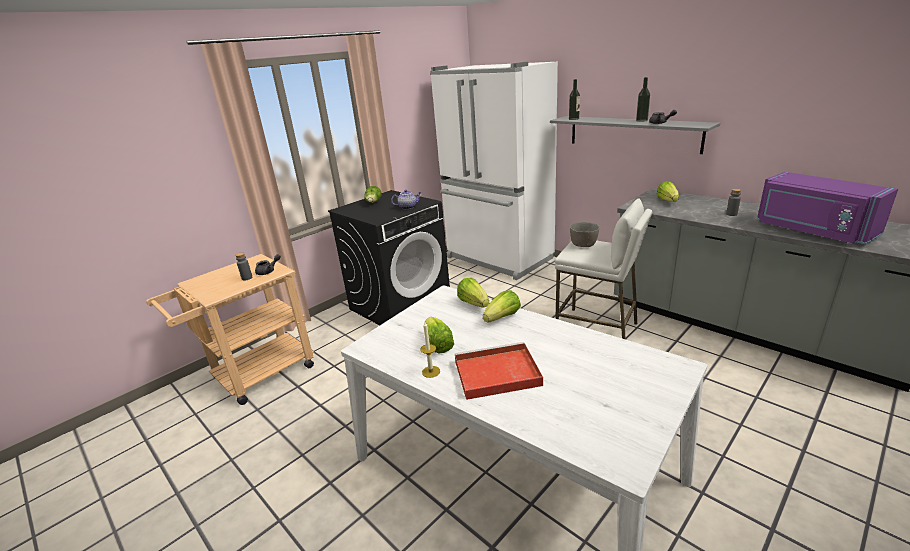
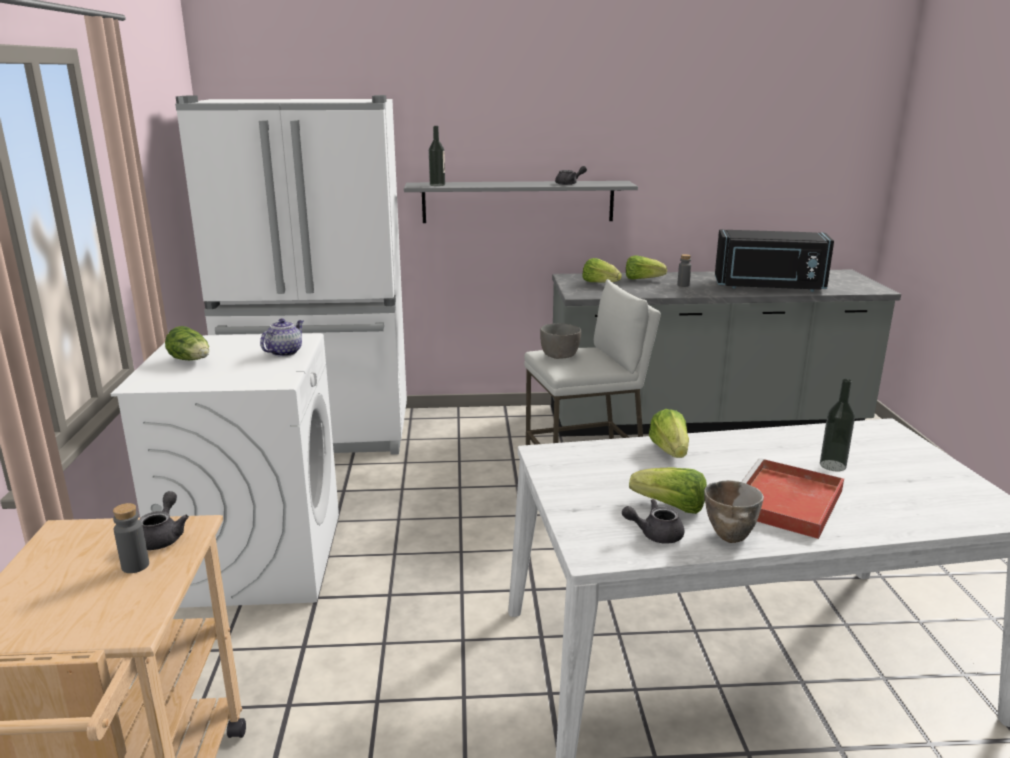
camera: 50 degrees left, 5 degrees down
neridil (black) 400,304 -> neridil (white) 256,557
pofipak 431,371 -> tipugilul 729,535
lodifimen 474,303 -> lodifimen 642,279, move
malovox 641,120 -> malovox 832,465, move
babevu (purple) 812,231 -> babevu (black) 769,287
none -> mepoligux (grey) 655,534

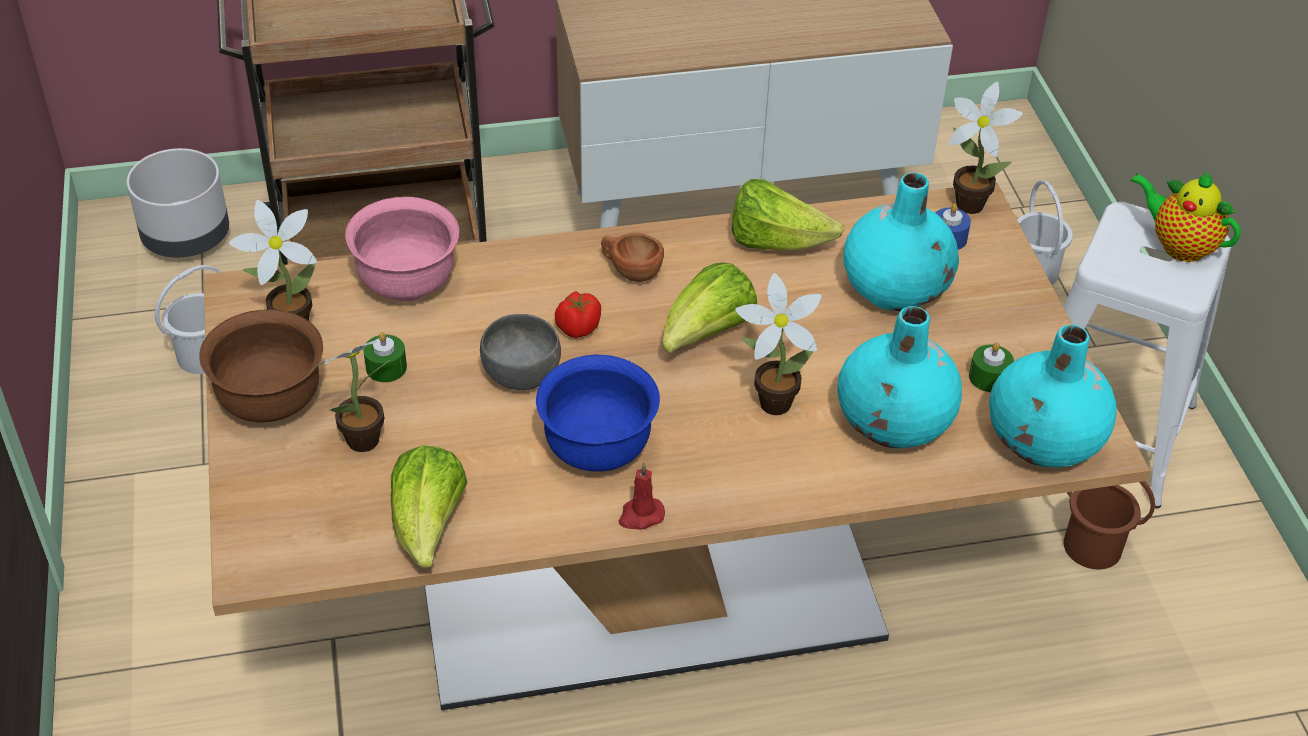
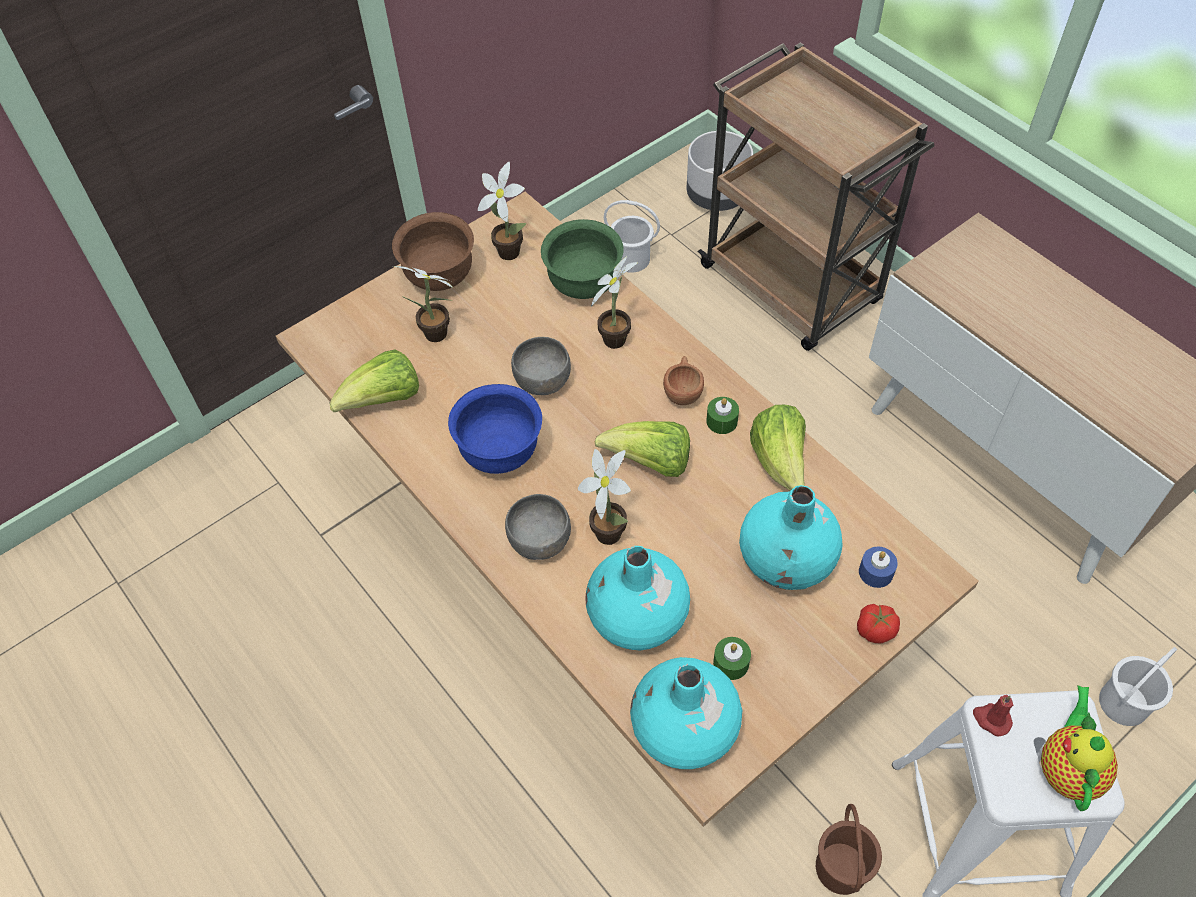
camera: 65 degrees right, 10 degrees up
tipugilul (pink) 407,284 -> tipugilul (green) 583,285
pofipak (green) 386,367 -> pofipak (green) 722,421, move
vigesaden 578,328 -> vigesaden 874,630, move
pofipak (red) 640,515 -> pofipak (red) 991,719, move
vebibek 966,202 -> vebibek 617,337, move
none -> tipugilul (grey) 540,541

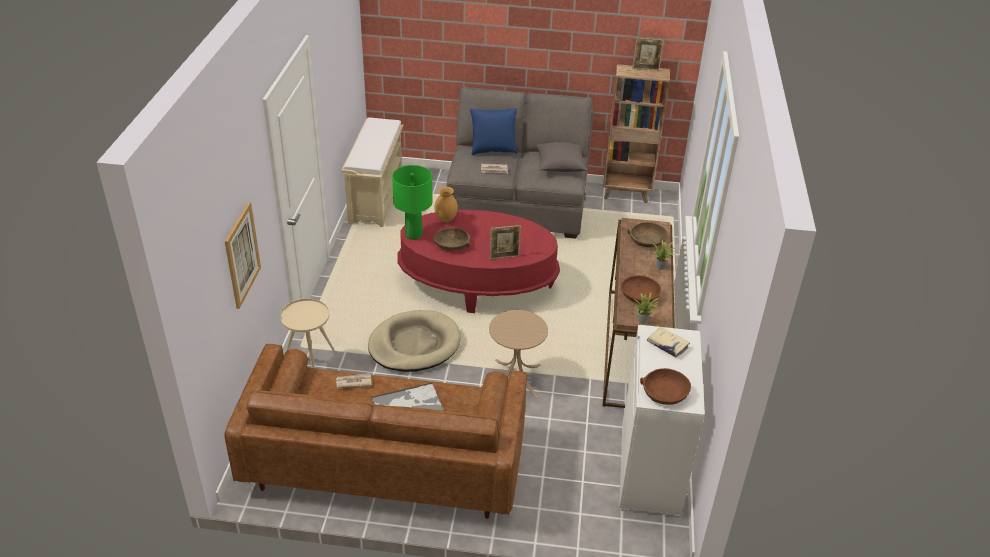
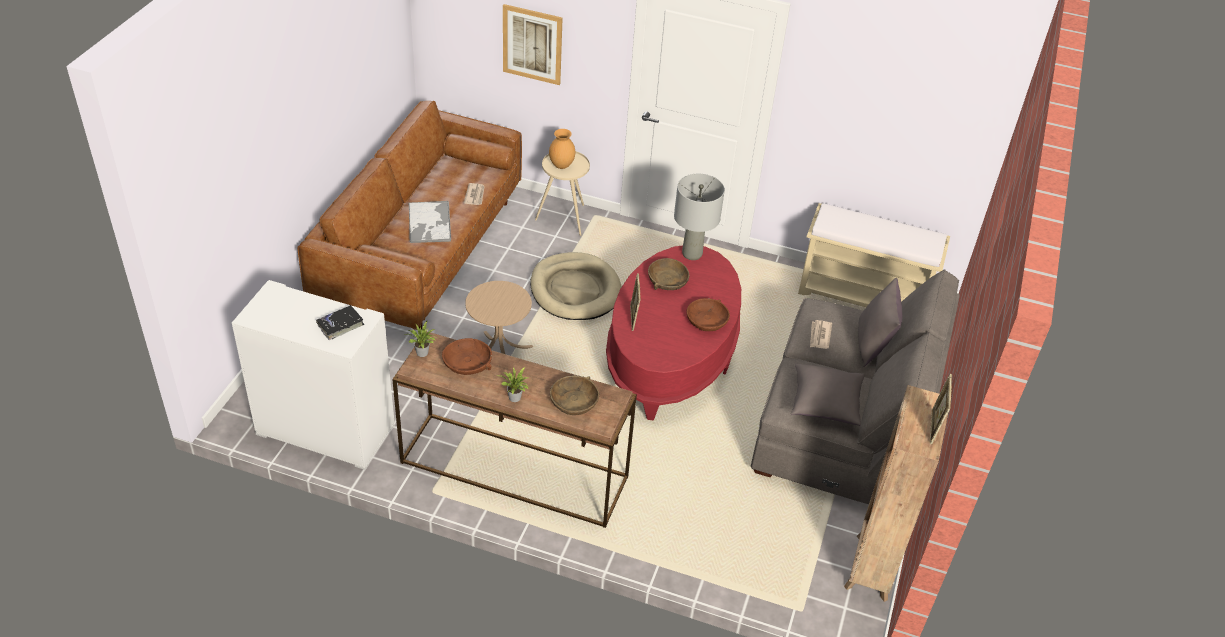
camera: 100 degrees right, 5 degrees up
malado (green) 414,235 -> malado (grey) 691,254
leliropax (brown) 445,219 -> leliropax (brown) 562,165, move
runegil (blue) 493,150 -> runegil (grey) 873,345
tipugilul (brown) 664,393 -> tipugilul (brown) 707,320, move
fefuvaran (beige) 667,345 -> fefuvaran (black) 340,325

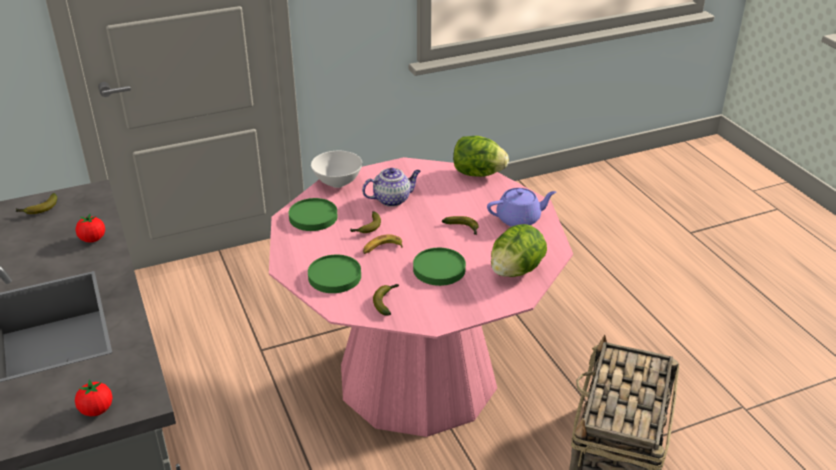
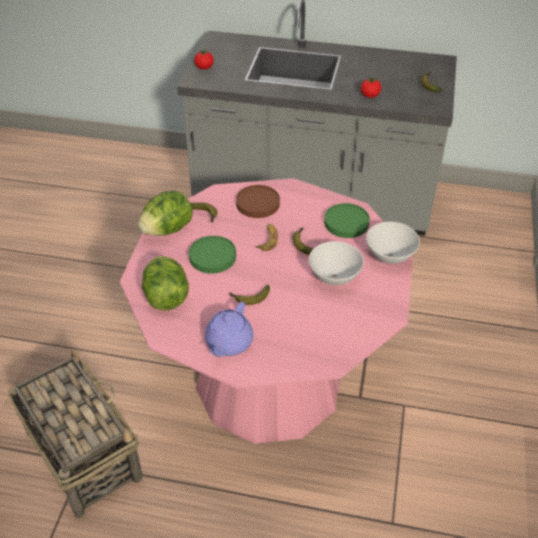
camera: 125 degrees right, 10 degrees up
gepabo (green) 335,276 -> gepabo (brown) 258,204
mepoligux 392,199 -> tipugilul (white) 334,278
lodifimen 478,174 -> lodifimen 167,229, move

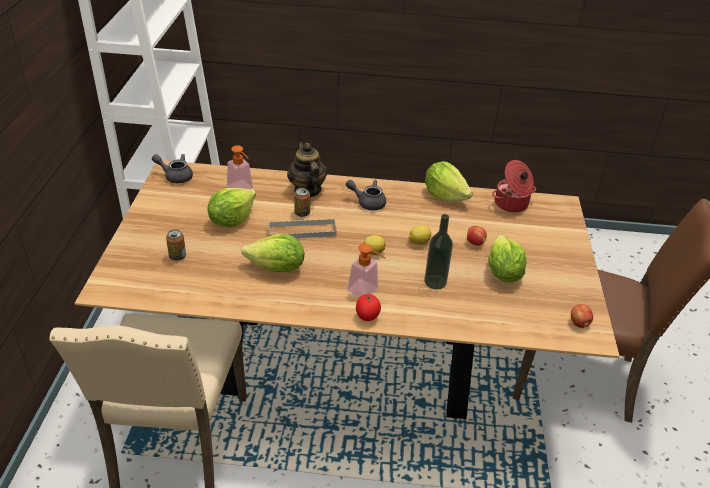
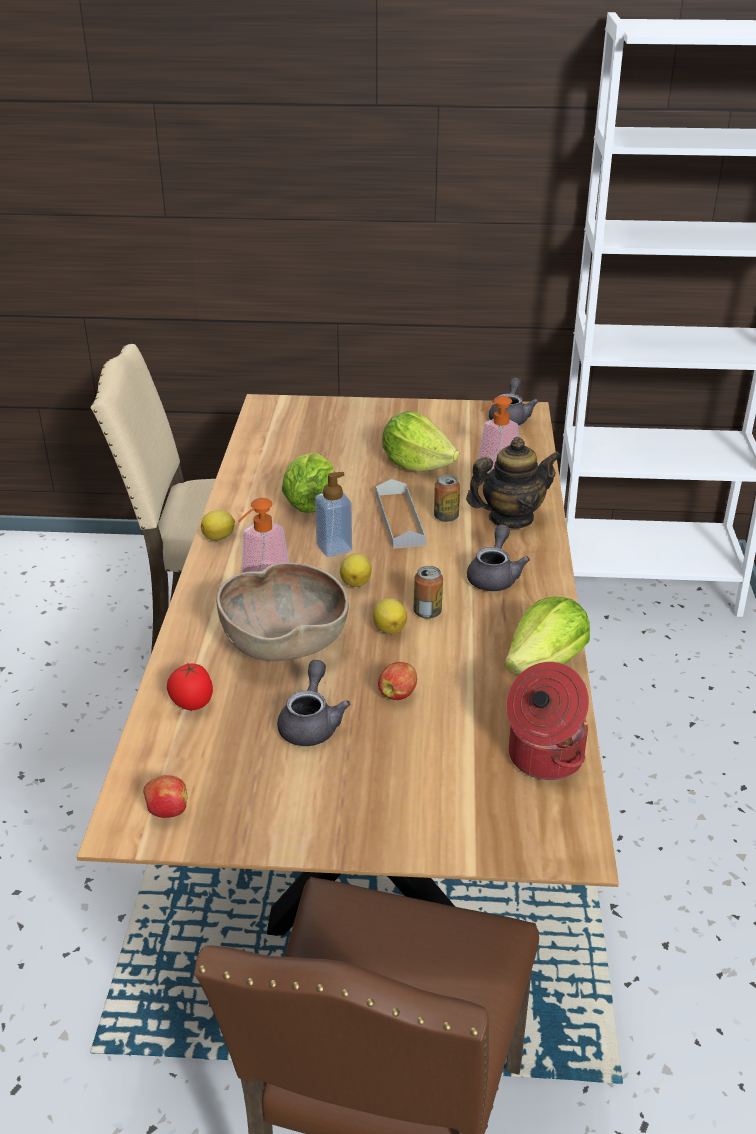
camera: 90 degrees right, 5 degrees down
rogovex 177,256 -> rogovex 427,612, move
vigesaden 367,317 -> vigesaden 192,704, move
malovox 435,282 -> tipugilul (brown) 284,643
lodifimen 502,273 -> mepoligux (grey) 311,723
none -> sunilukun 219,537
none -> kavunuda 334,548

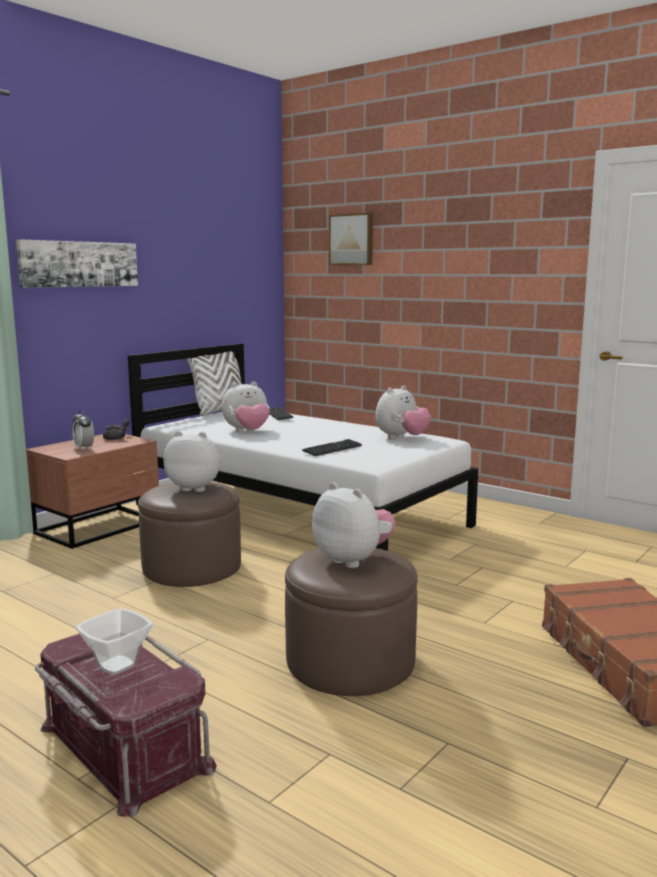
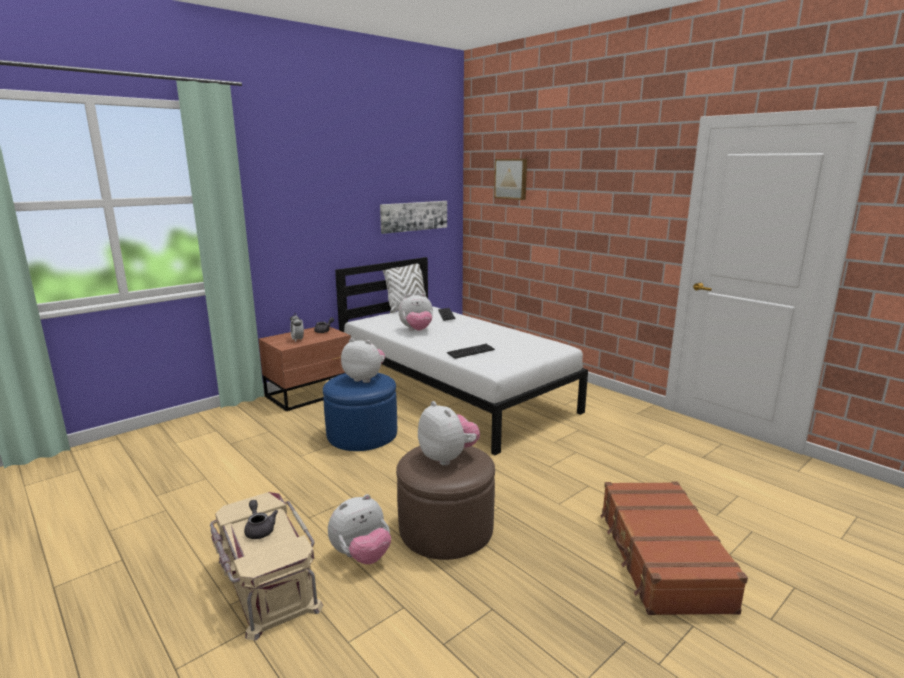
camera: 10 degrees right, 5 degrees up
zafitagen 79,264 -> zafitagen 414,216, move
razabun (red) 122,748 -> razabun (beige) 266,583
tipugilul 115,665 -> mepoligux (grey) 259,529
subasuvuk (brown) 192,567 -> subasuvuk (blue) 362,434
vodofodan 401,438 -> vodofodan 361,556, move

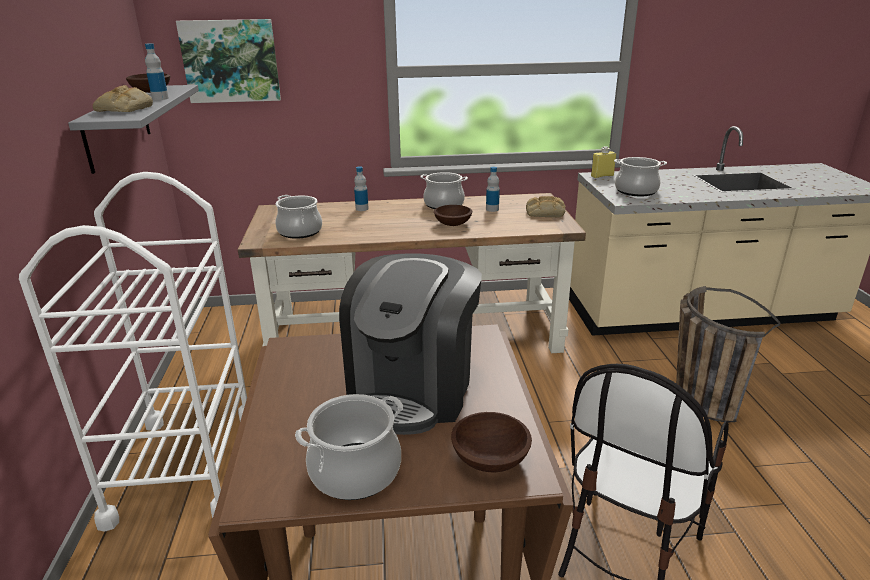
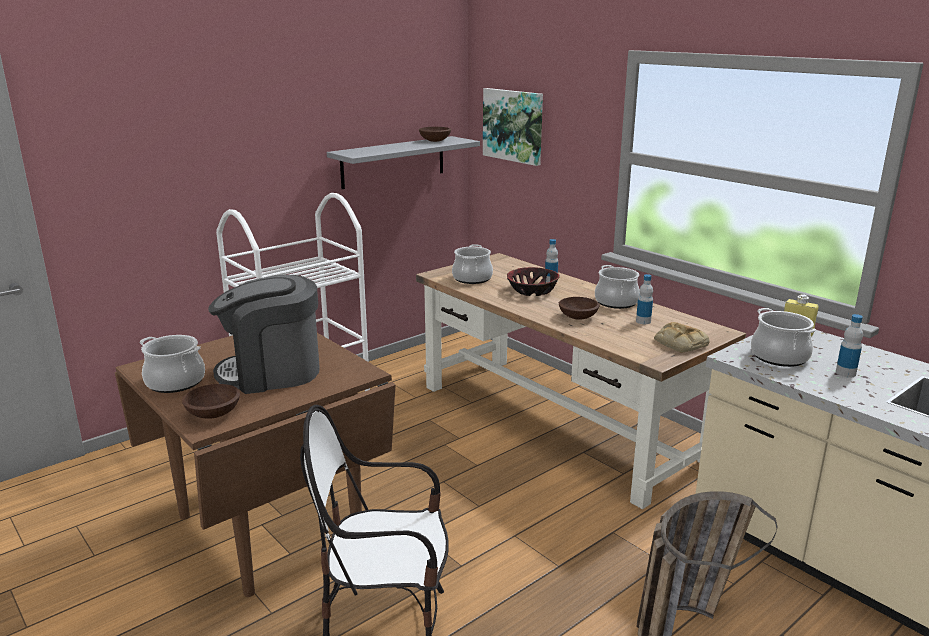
camera: 55 degrees right, 5 degrees down
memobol 125,109 -> none
malovox 160,98 -> malovox 845,373, move
none -> tipugilul 532,291

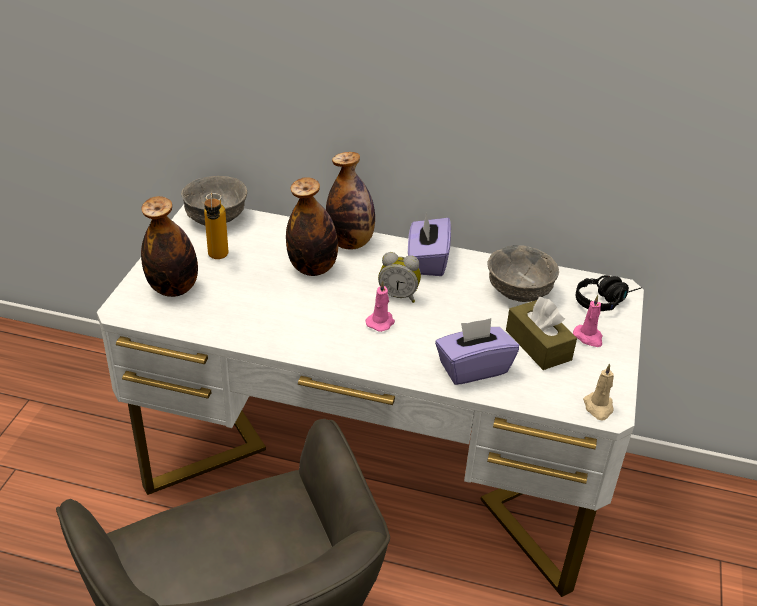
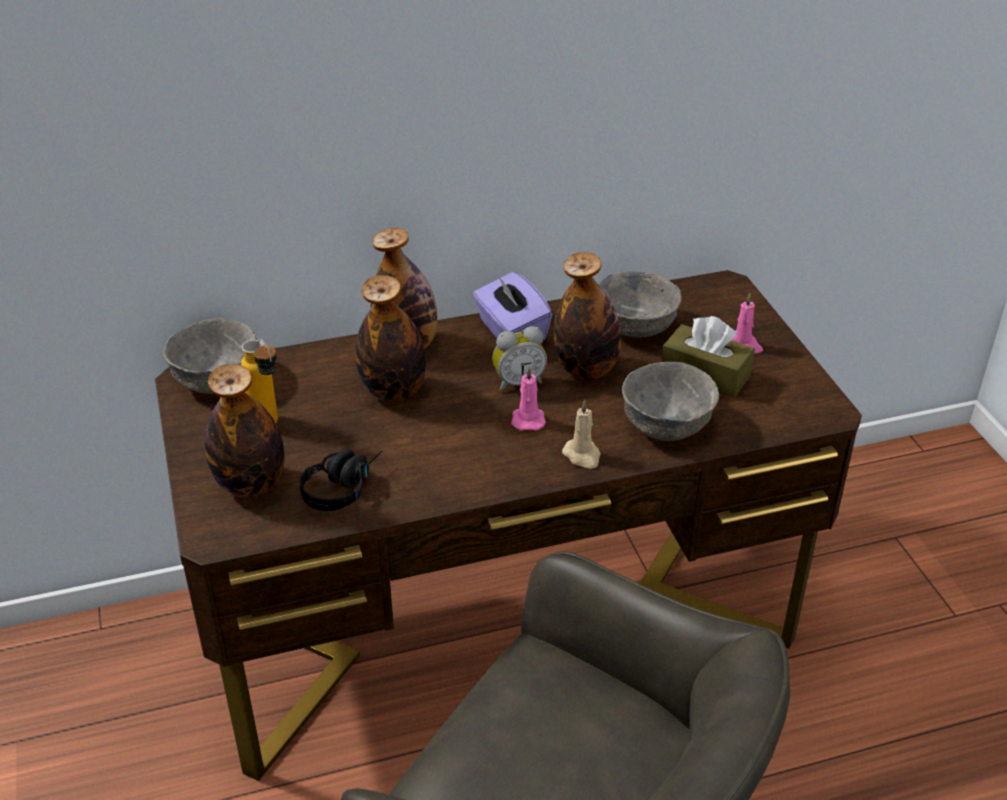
camera: 30 degrees left, 0 degrees up
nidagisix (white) 370,475 -> nidagisix (brown) 502,623
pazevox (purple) 473,368 -> tipugilul (grey) 667,426
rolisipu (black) 605,300 -> rolisipu (black) 343,486, move
pofipak (beige) 598,407 -> pofipak (beige) 582,456, move
none -> malovox 586,369

